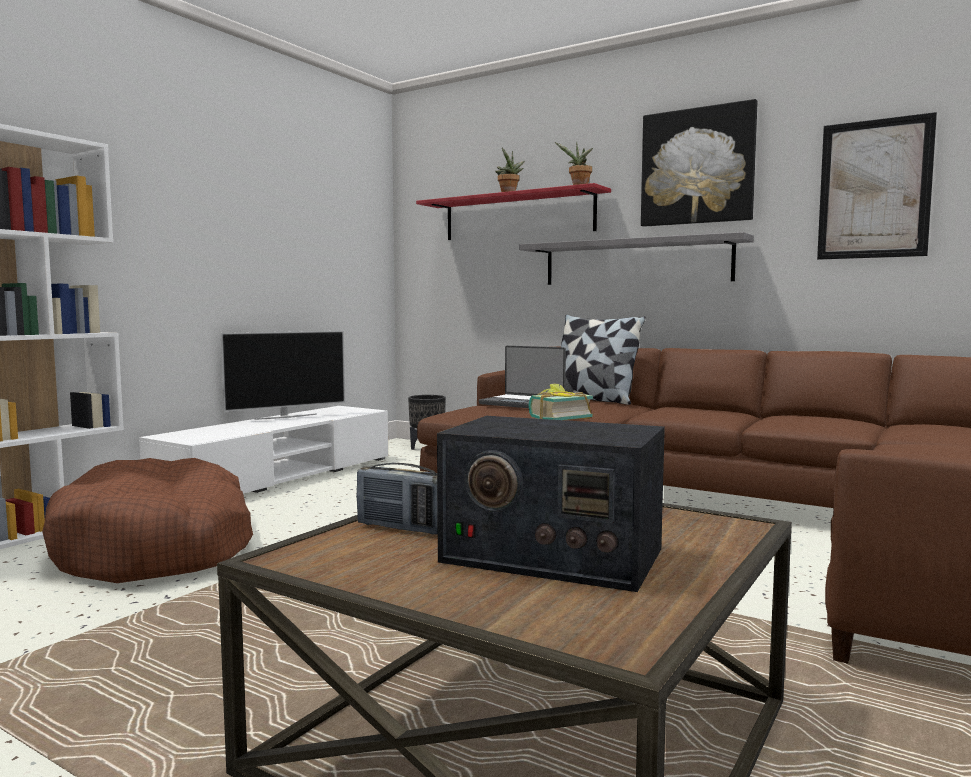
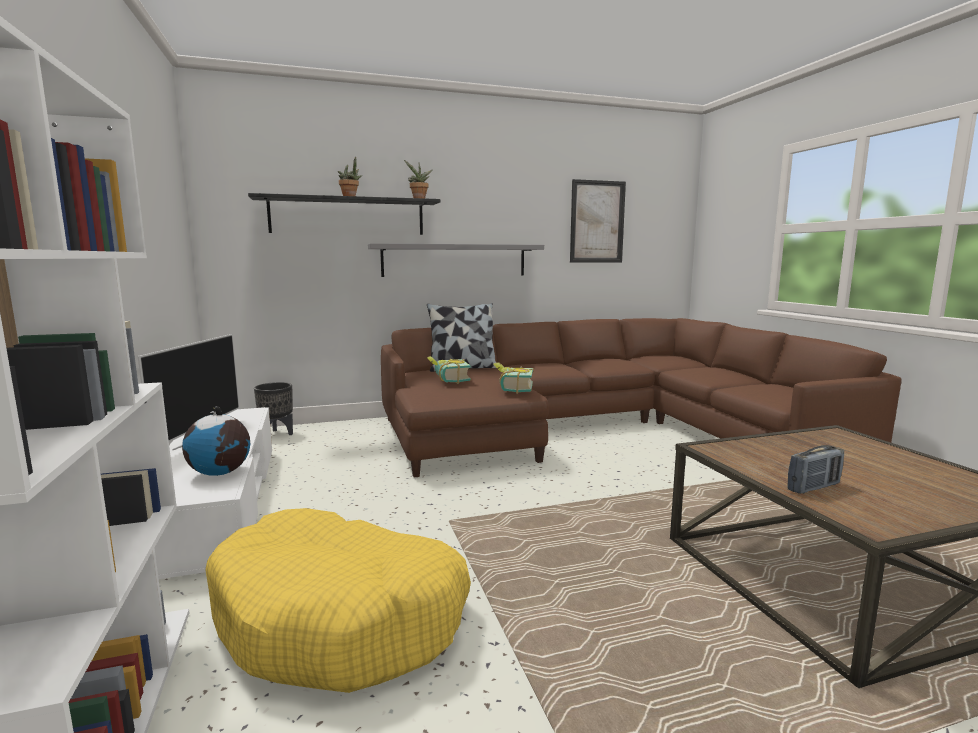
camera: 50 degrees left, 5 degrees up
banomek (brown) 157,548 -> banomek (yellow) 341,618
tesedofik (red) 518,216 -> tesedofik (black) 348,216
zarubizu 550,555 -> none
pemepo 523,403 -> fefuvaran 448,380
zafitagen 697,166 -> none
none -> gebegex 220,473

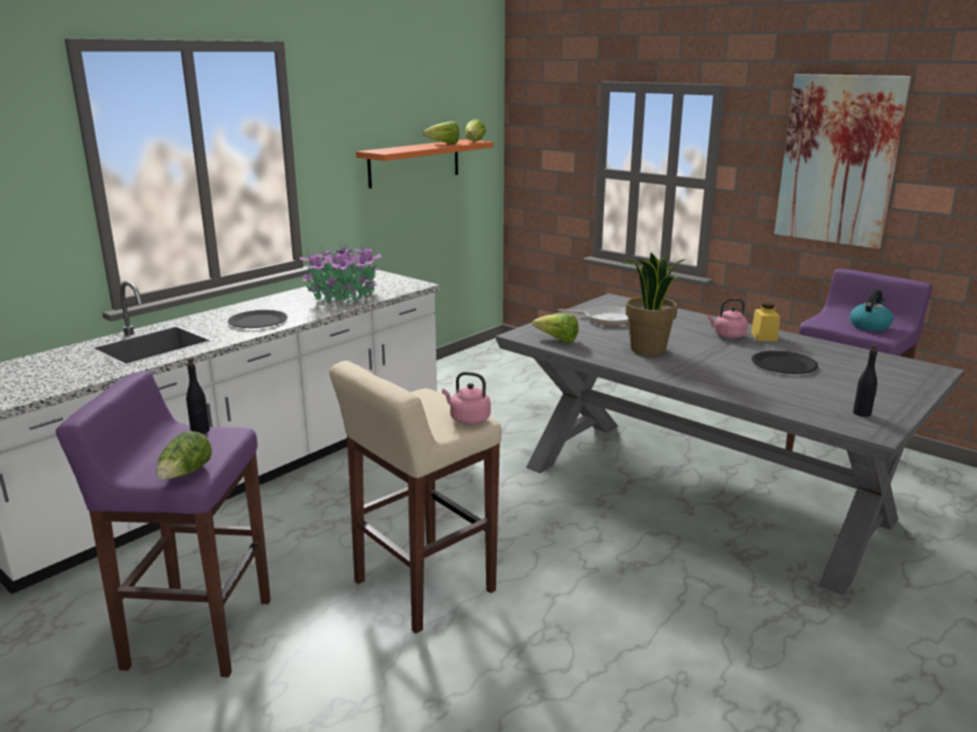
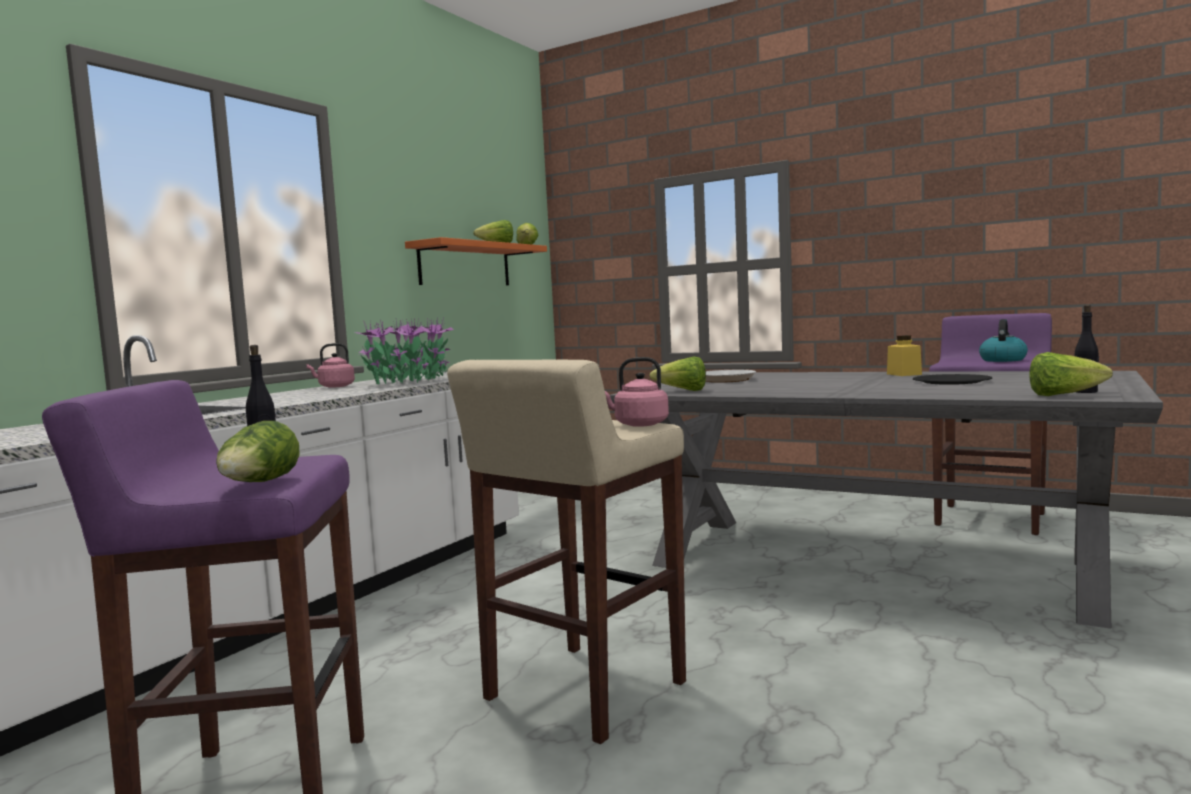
camera: 10 degrees left, 15 degrees down
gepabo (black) 258,321 -> none
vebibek 648,350 -> none
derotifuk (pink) 728,335 -> derotifuk (pink) 334,386, move
zafitagen 838,160 -> none
none -> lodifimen 1063,395

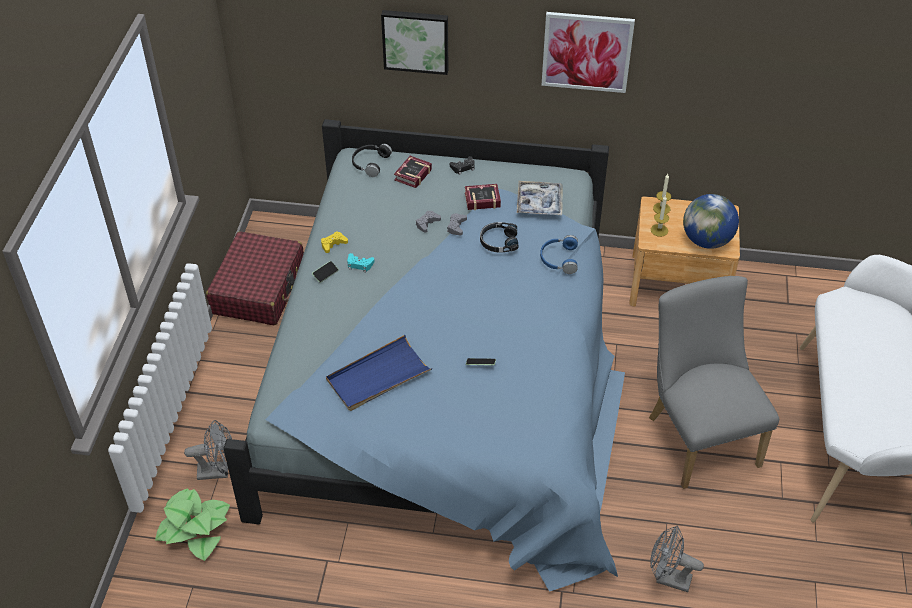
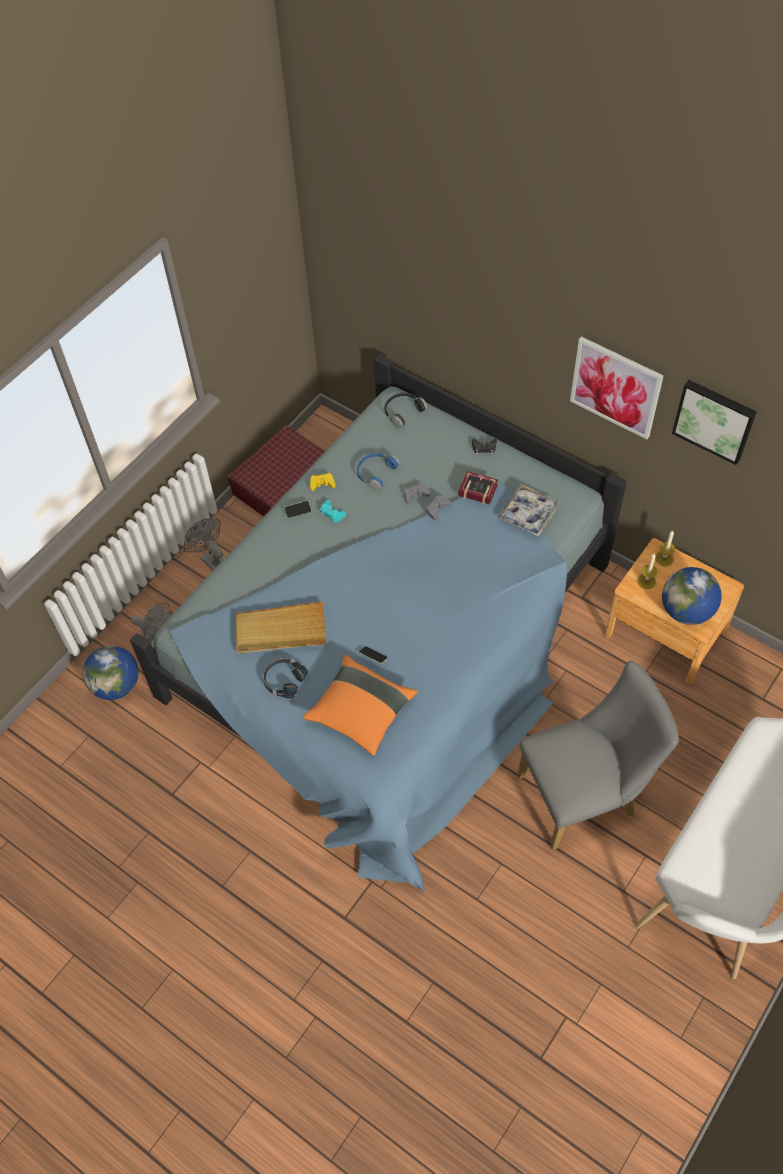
camera: 30 degrees right, 10 degrees up
vebibek 194,527 -> gebegex 116,685
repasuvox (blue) 378,376 -> repasuvox (beige) 280,631
zafitagen 416,40 -> zafitagen 714,420, move
fefuvaran 411,175 -> none
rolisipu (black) 498,242 -> rolisipu (black) 283,680, move
rolisipu (blue) 558,259 -> rolisipu (blue) 375,473, move
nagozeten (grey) 698,435 -> nagozeten (grey) 584,794, 60 degrees clockwise
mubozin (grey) 667,578 -> mubozin (grey) 210,559, move
none -> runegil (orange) 360,712

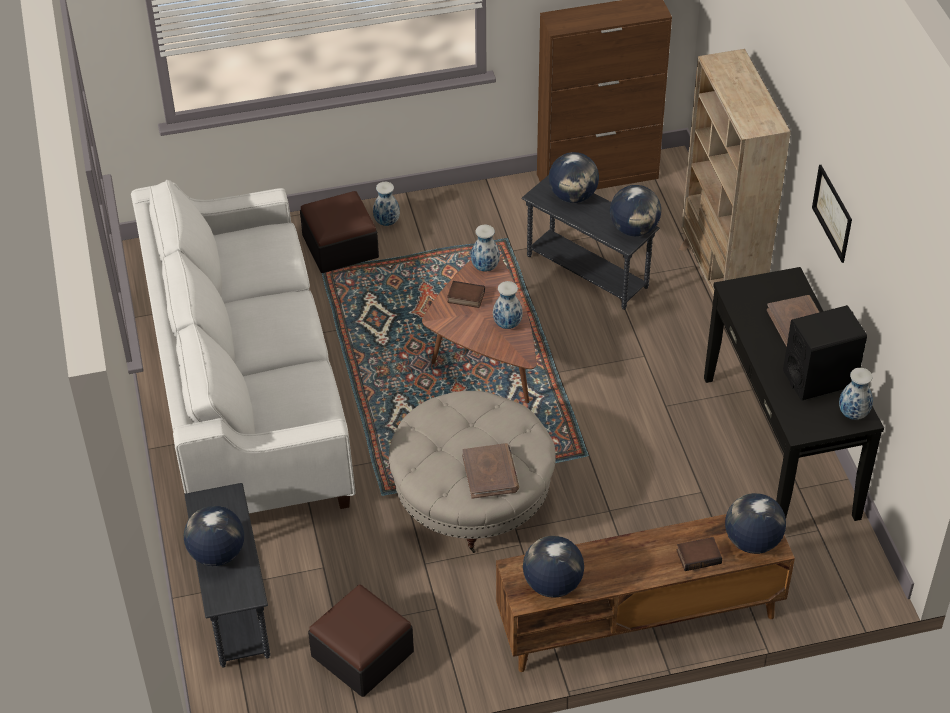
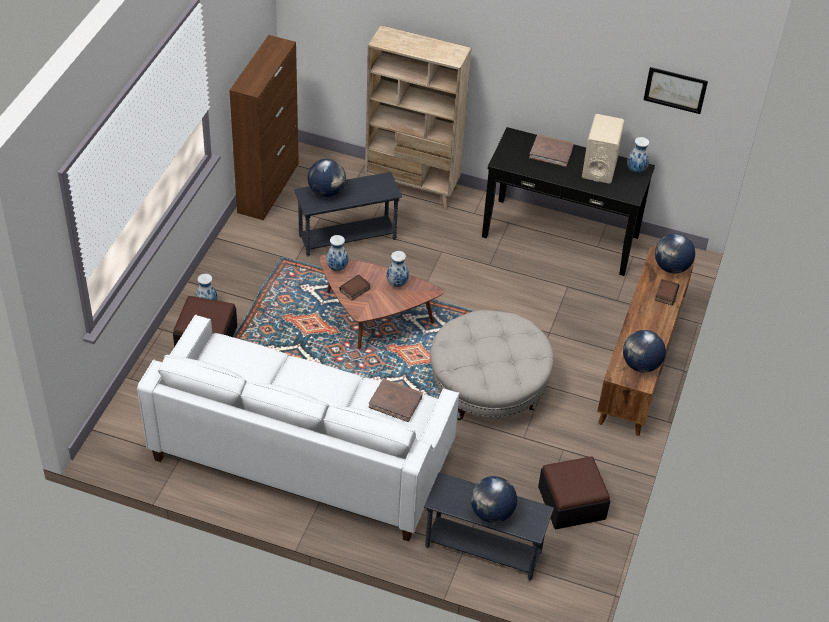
camera: 60 degrees left, 0 degrees up
fefuvaran (brown) 490,473 -> fefuvaran (brown) 395,401, move
gebegex 634,229 -> none
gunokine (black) 819,378 -> gunokine (beige) 599,167
zafitagen 832,213 -> zafitagen 675,90, move

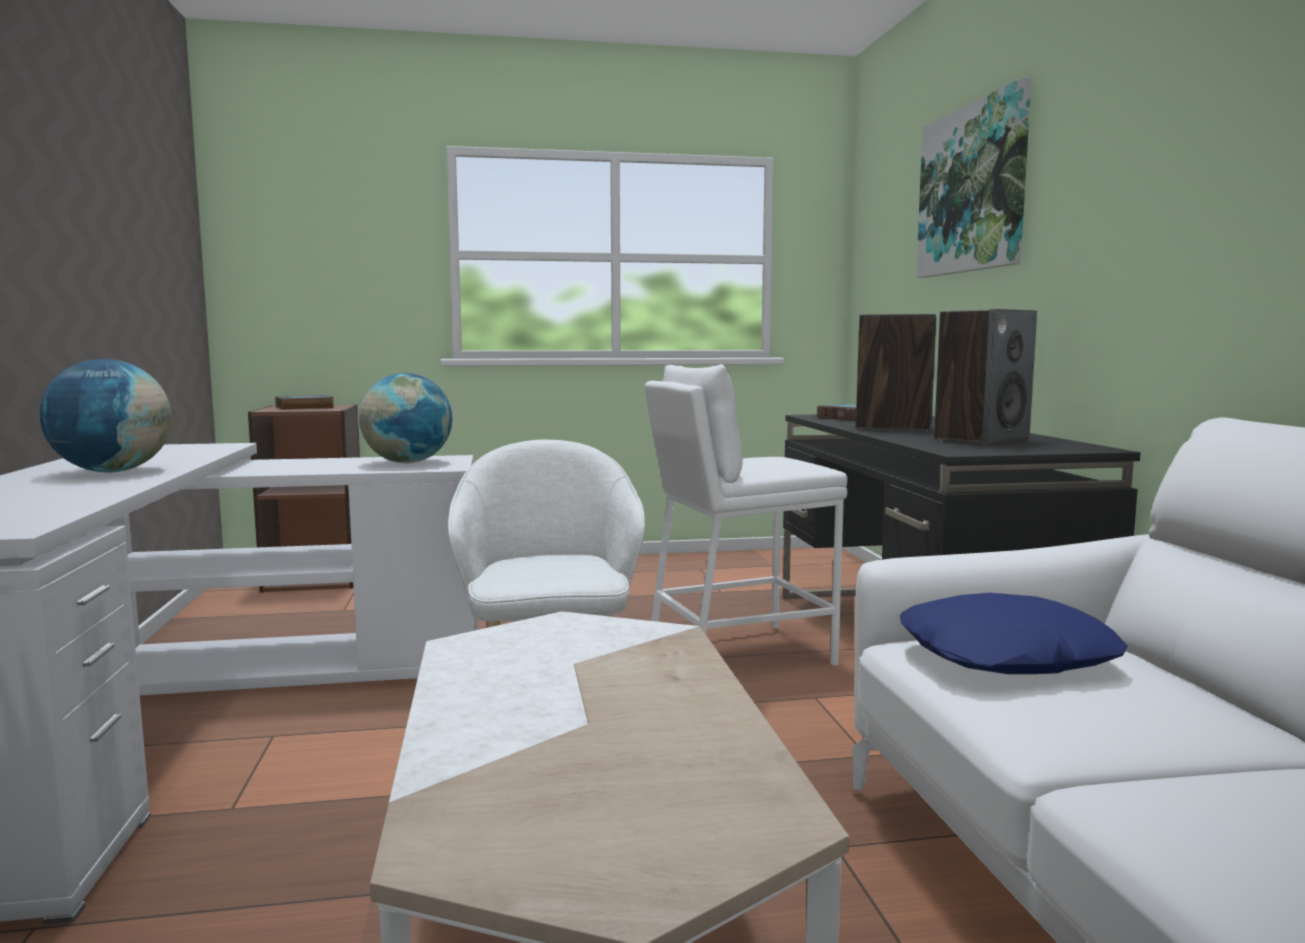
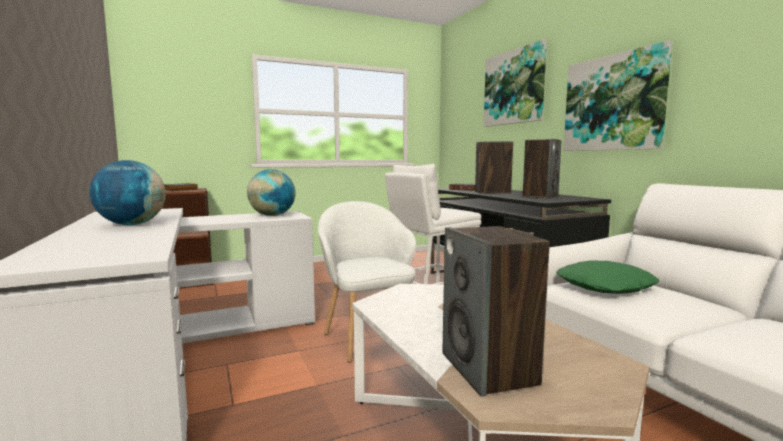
camera: 15 degrees left, 0 degrees up
runegil (blue) 1006,656 -> runegil (green) 605,287
none -> gunokine 489,369
none -> zafitagen 613,103

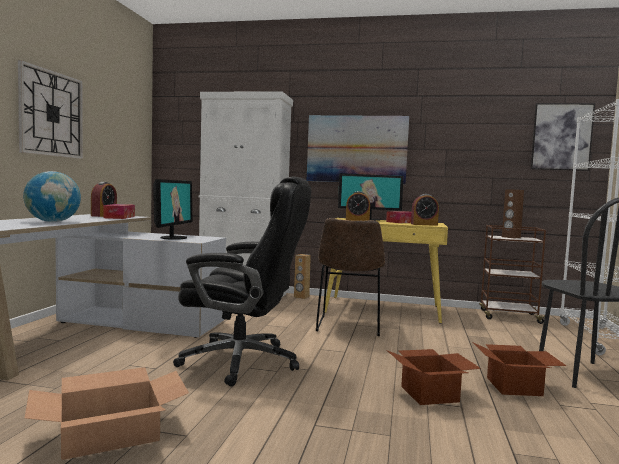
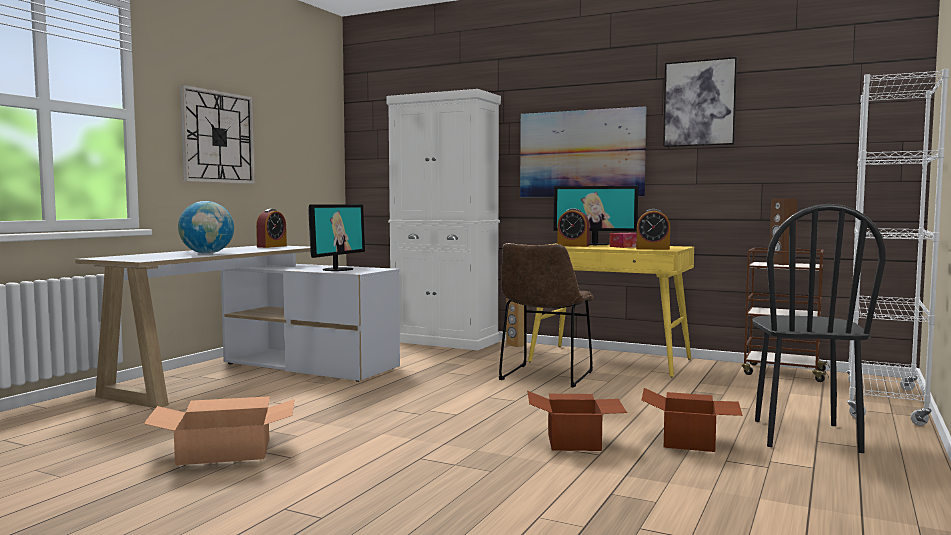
camera: 15 degrees right, 0 degrees up
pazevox 119,217 -> none
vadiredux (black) 243,362 -> none
zafitagen 561,137 -> zafitagen 699,103, move

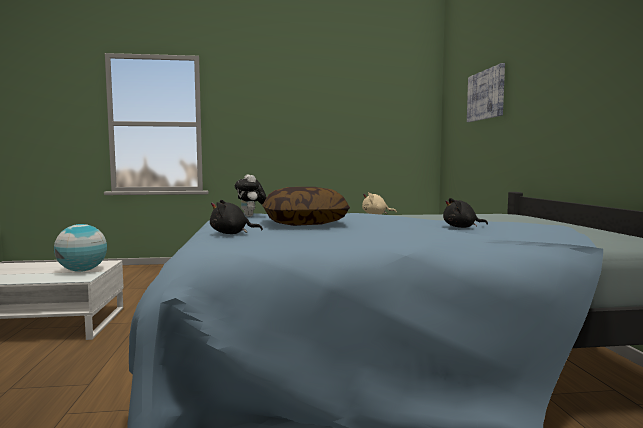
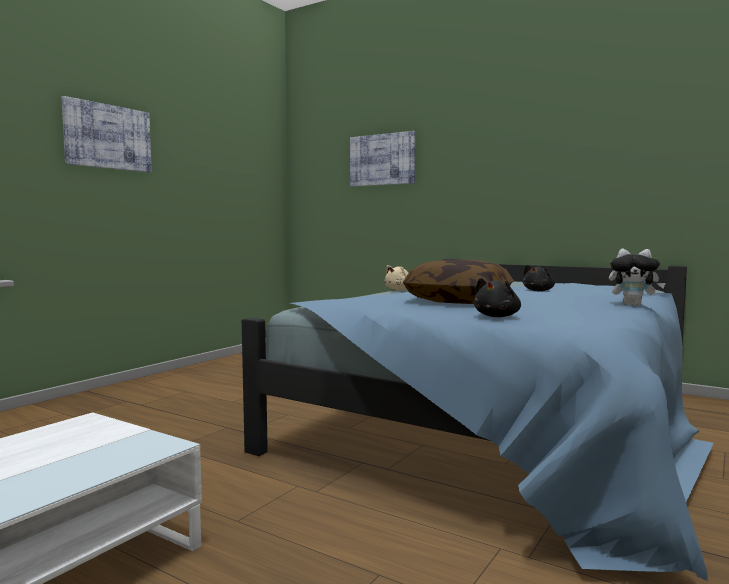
camera: 50 degrees left, 0 degrees up
gebegex 82,270 -> none
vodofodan 251,216 -> vodofodan 633,305, move
none -> zafitagen 108,137

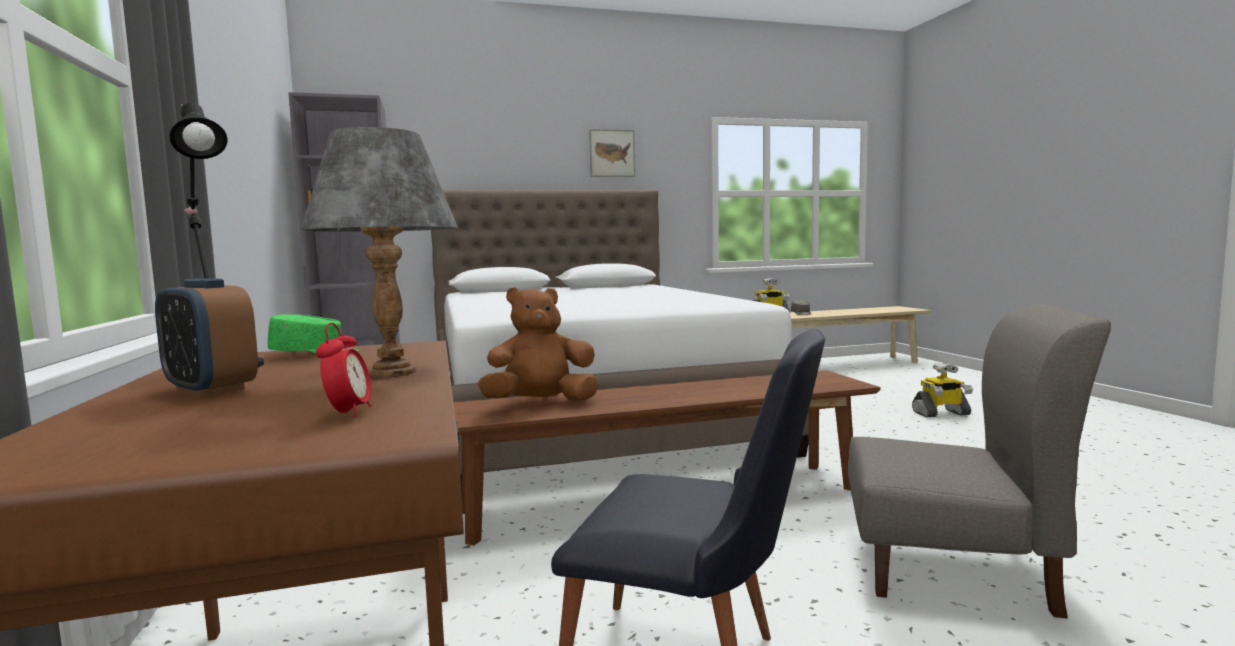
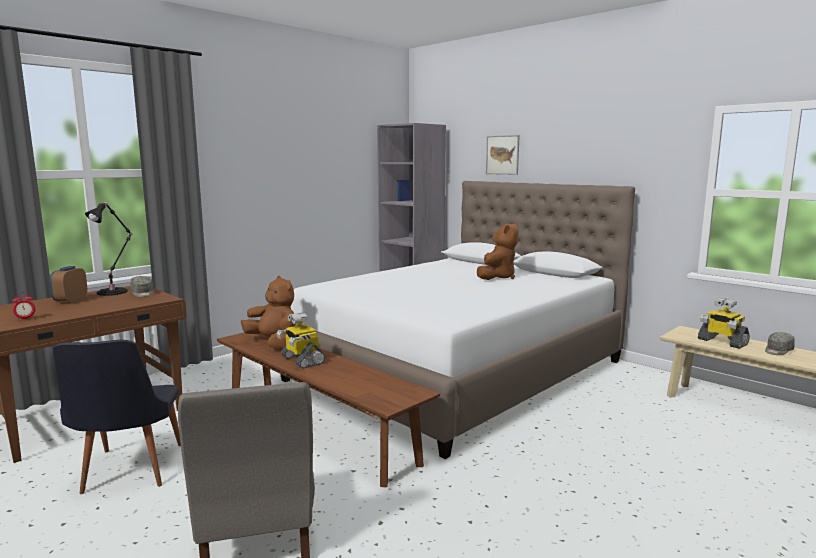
camera: 60 degrees right, 5 degrees up
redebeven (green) 314,354 -> redebeven (grey) 142,293
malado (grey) 393,372 -> none
zafitagen 612,153 -> zafitagen 502,155, move
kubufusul 941,414 -> kubufusul 301,360, move
none -> vodofodan (brown) 497,277

